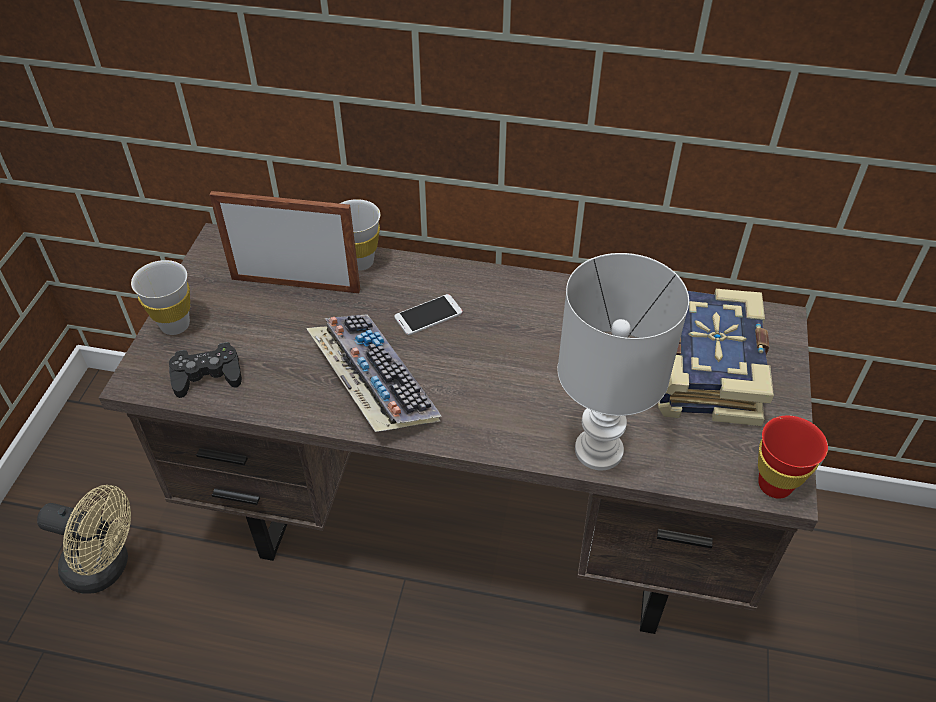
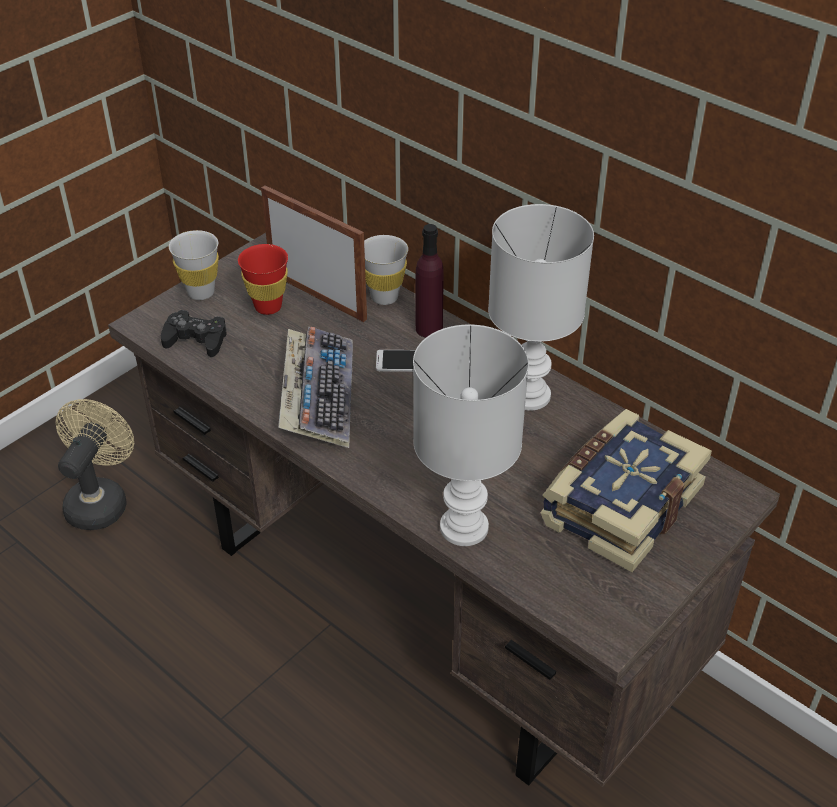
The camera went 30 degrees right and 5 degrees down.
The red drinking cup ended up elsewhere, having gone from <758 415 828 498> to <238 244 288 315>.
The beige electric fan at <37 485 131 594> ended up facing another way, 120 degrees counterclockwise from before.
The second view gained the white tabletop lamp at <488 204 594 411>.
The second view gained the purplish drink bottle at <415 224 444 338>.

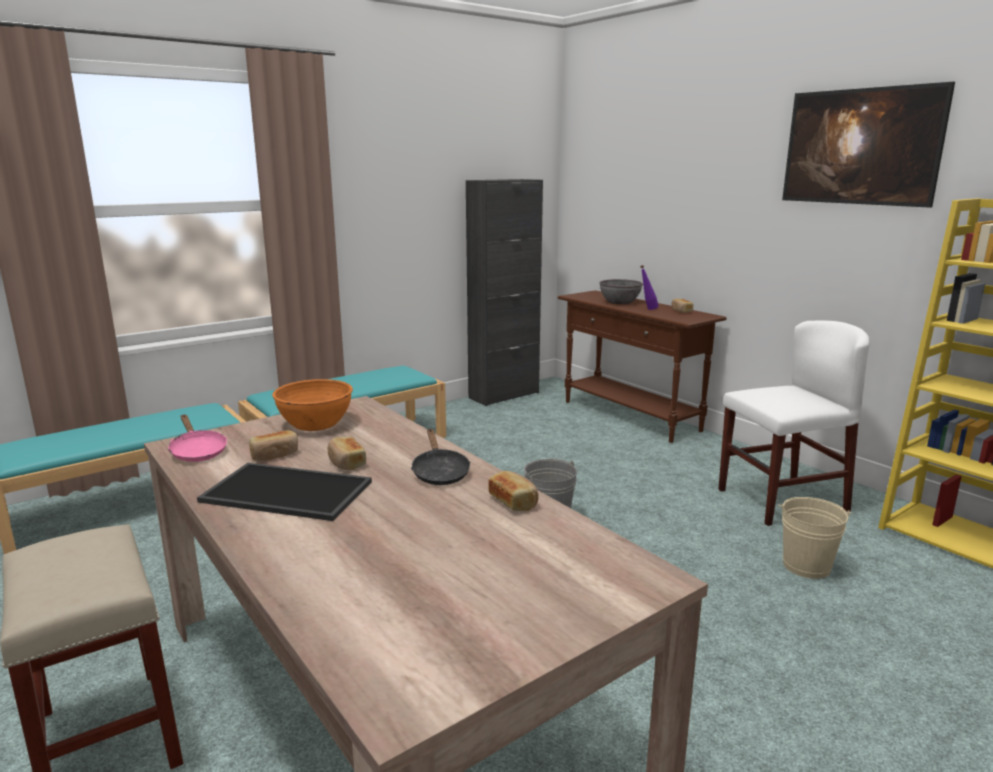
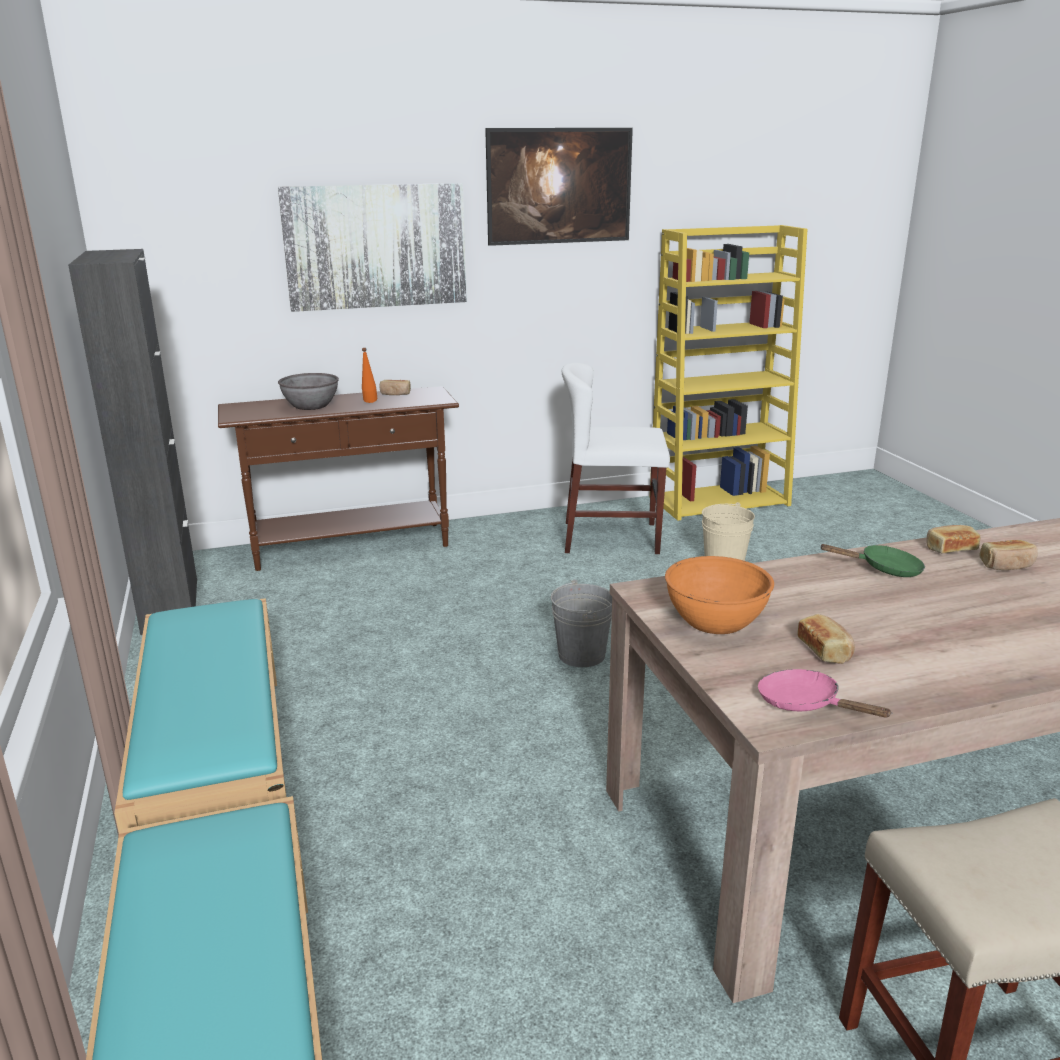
The camera went 70 degrees left and 5 degrees up.
What was the purplish drink bottle at <640 265 659 310> turned into the orangey drink bottle at <362 348 377 403>.
The white upright chair at <718 320 870 526> ended up facing another way, 90 degrees counterclockwise from before.
The pink-coloured frying pan at <168 415 227 462> ended up facing another way, 120 degrees counterclockwise from before.
What was the black frying pan at <411 429 470 485> turned into the green frying pan at <819 544 925 577>.
The baked bread ended up elsewhere, having gone from <328 437 366 471> to <979 540 1038 570>.
The second view lost the tray at <197 463 372 521>.
The second view gained the wall picture at <278 183 467 312>.

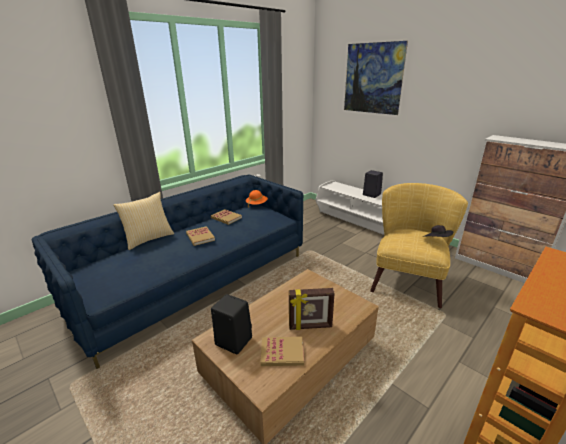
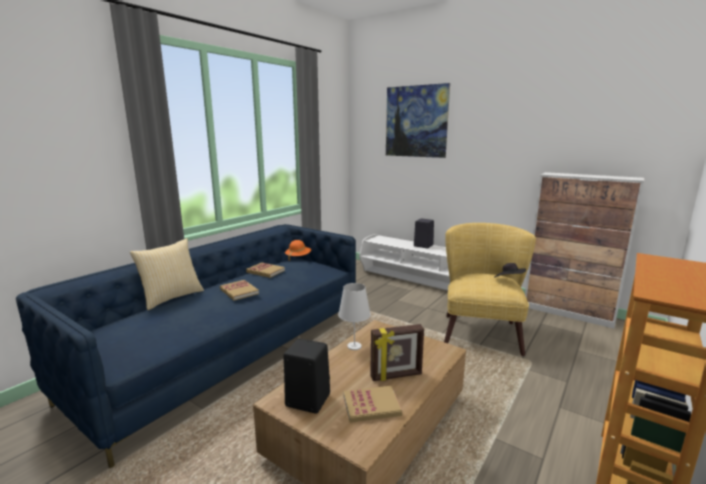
The camera went 10 degrees left and 10 degrees down.
The second view gained the white tabletop lamp at <338 283 371 350>.

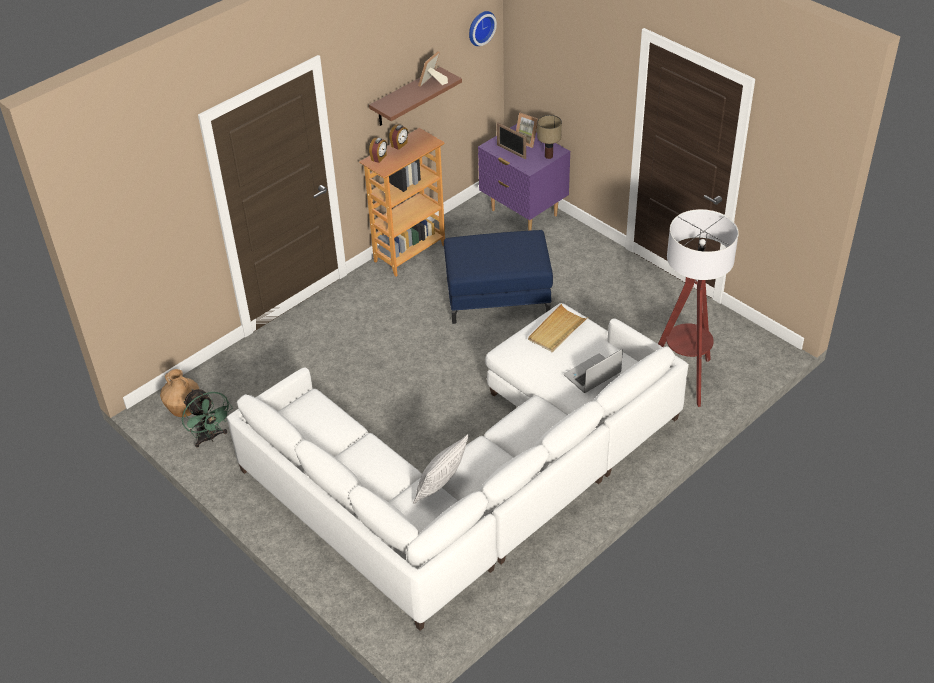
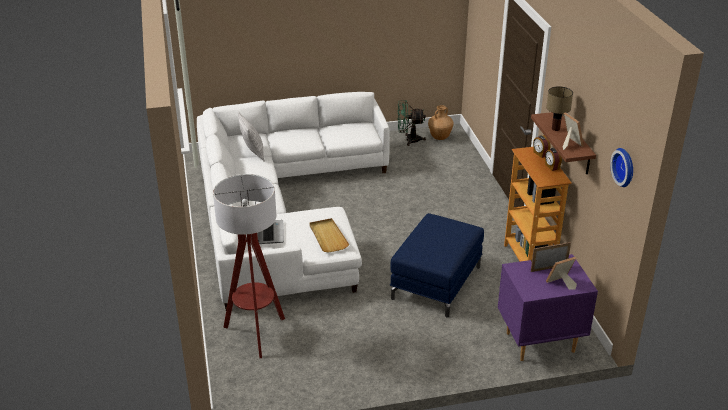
The camera went 120 degrees right and 10 degrees down.
The tabletop lamp ended up elsewhere, having gone from <537 115 562 159> to <546 86 573 131>.

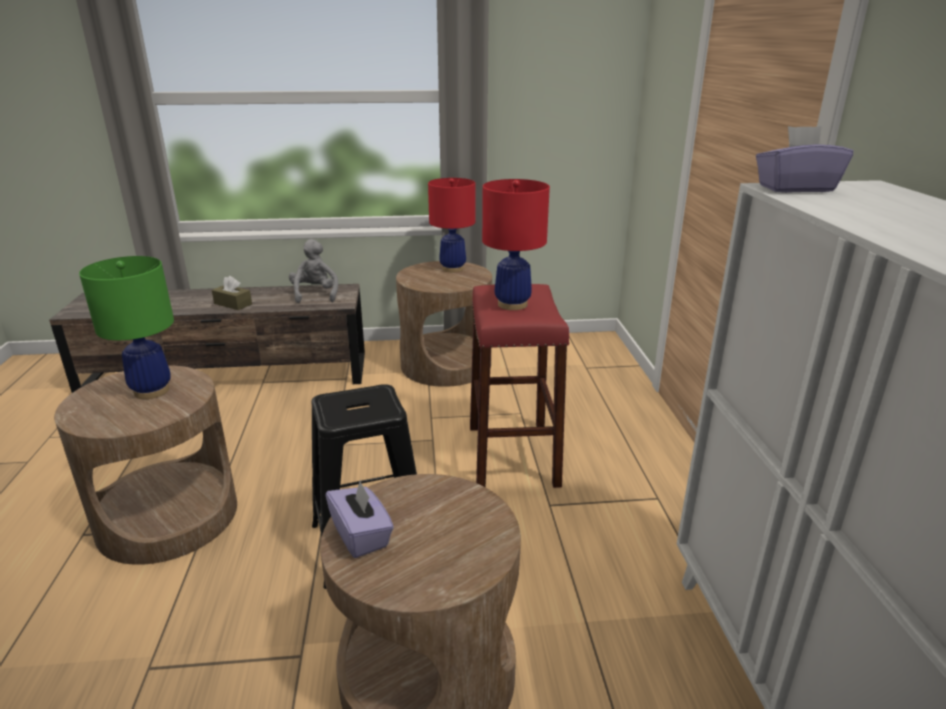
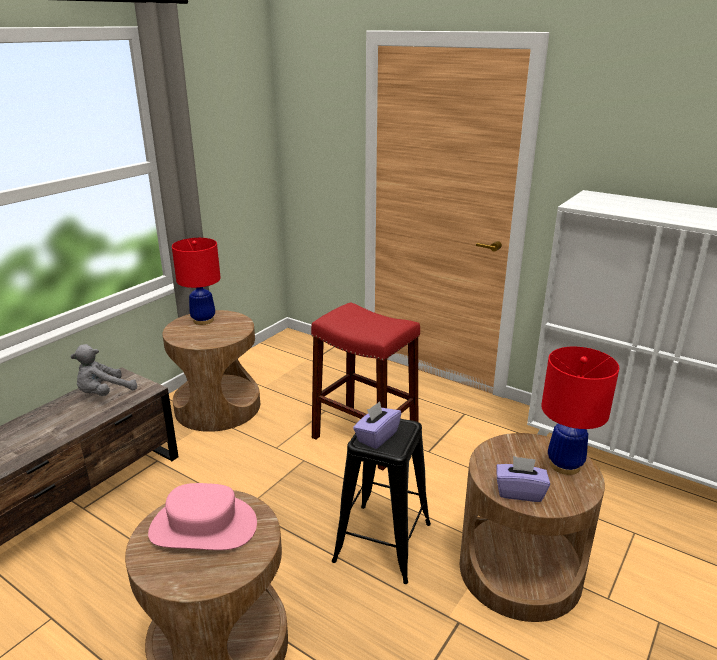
The camera went 50 degrees left and 0 degrees up.
The purplish box of tissues ended up elsewhere, having gone from <756 126 853 193> to <353 401 401 449>.
The red tabletop lamp ended up elsewhere, having gone from <482 179 550 310> to <541 347 619 475>.
The greyish cuddly toy at <289 239 338 303> ended up facing another way, 75 degrees counterclockwise from before.
Where the green tabletop lamp stood at <79 256 174 399>, the pink-coloured hat came to stand at <148 483 257 550>.
The second view lost the brown box of tissues at <212 276 252 310>.

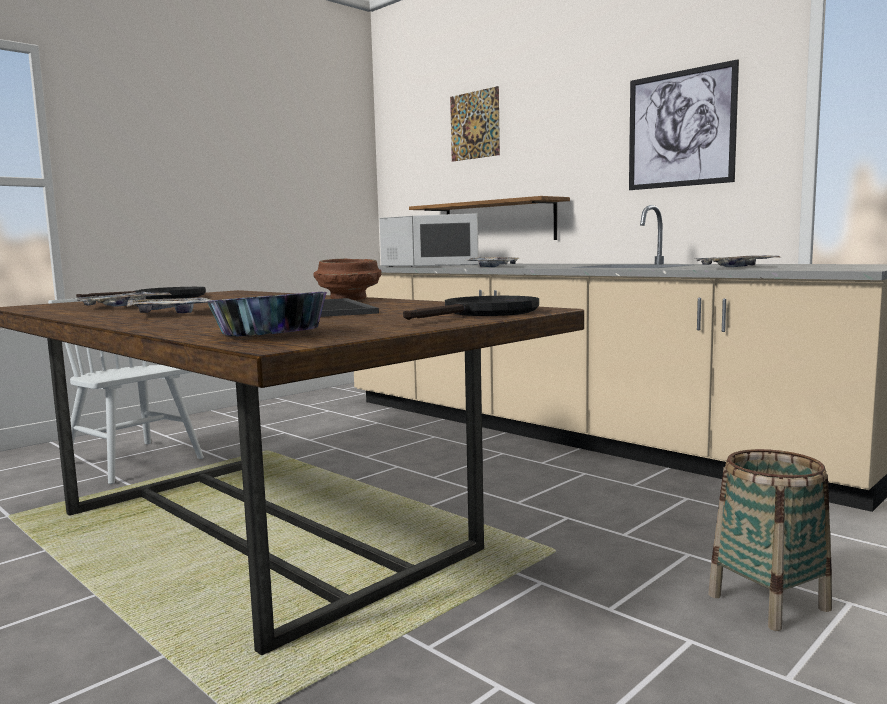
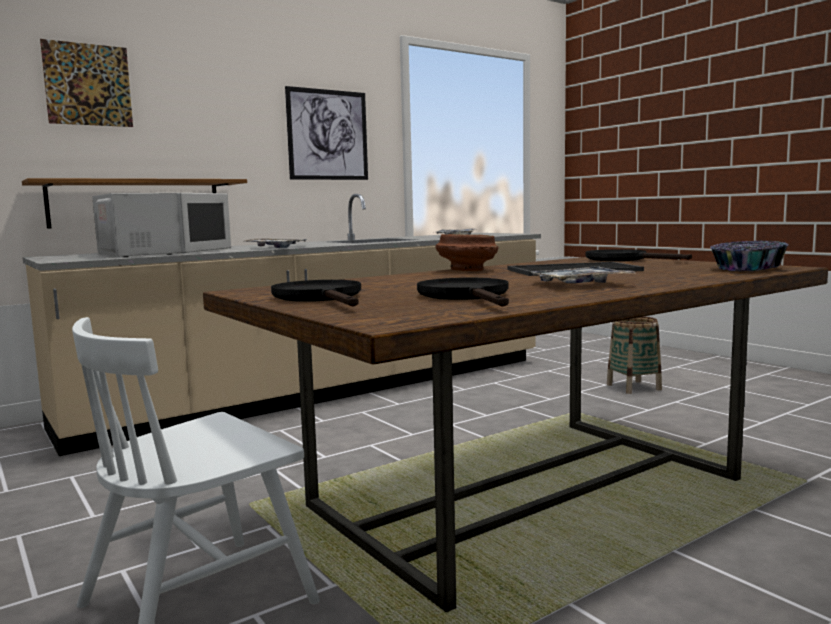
The camera went 80 degrees left and 0 degrees up.
Where the tray stood at <77 292 171 307>, the black frying pan came to stand at <417 278 509 307>.

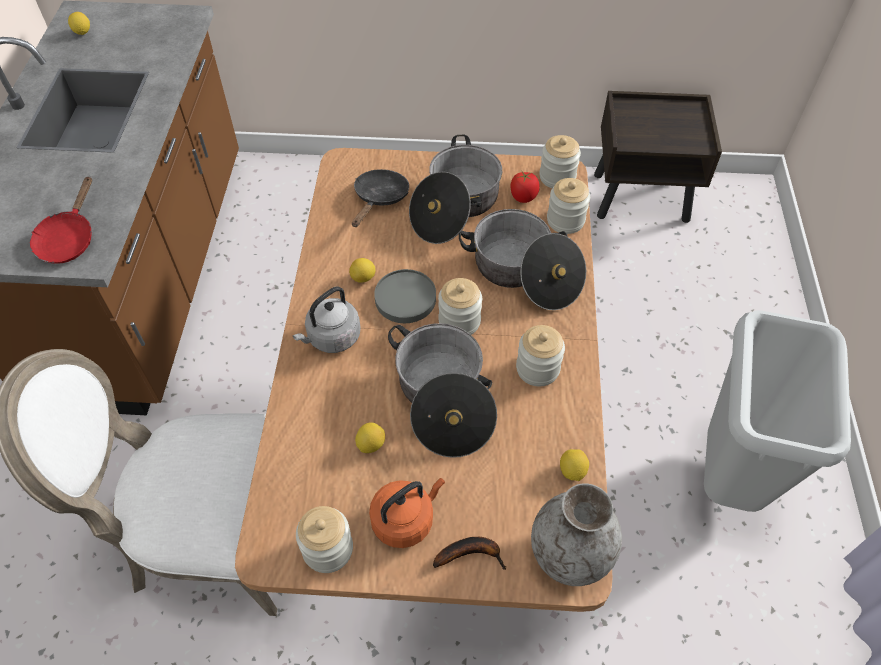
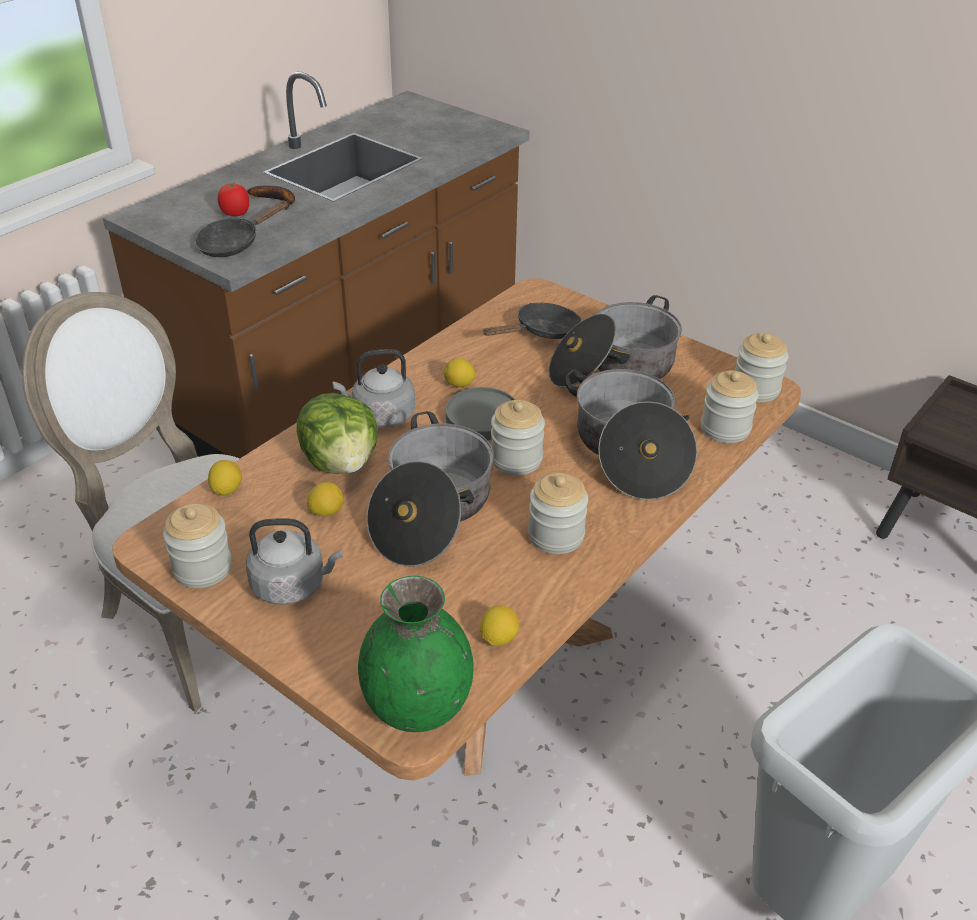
The camera went 35 degrees right and 15 degrees down.
The whole lemon ended up elsewhere, having gone from <68 12 90 35> to <208 460 242 496>.
The fresh tomato ended up elsewhere, having gone from <511 172 540 203> to <218 182 249 216>.
What was the red frying pan at <30 176 92 264> turned into the black frying pan at <195 201 288 257>.
What was the orangey water kettle at <369 478 445 548> turned into the greyish water kettle at <246 518 343 605>.
What was the greyish decorative vase at <531 483 622 586> turned into the green decorative vase at <358 576 474 732>.
The banana ended up elsewhere, having gone from <433 537 507 570> to <247 186 295 210>.
The second view gained the lettuce at <297 393 378 474>.

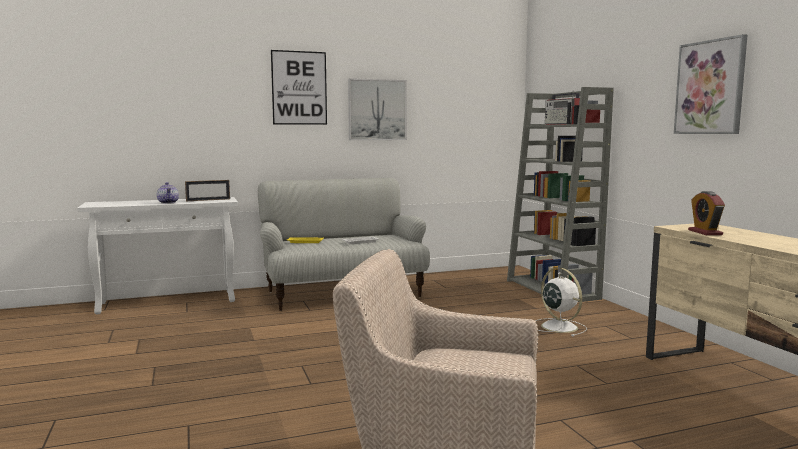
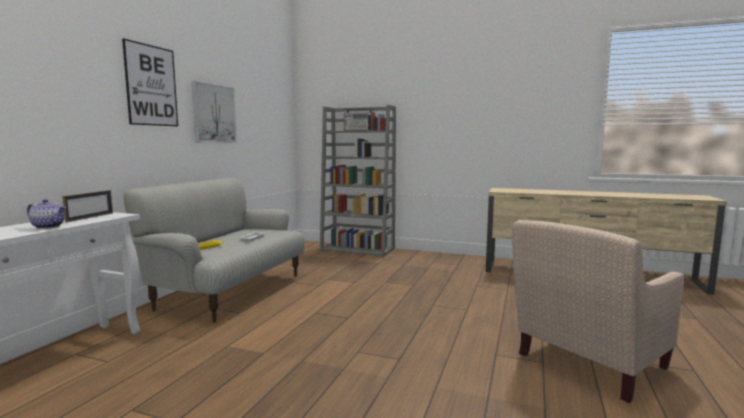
The camera went 50 degrees left and 0 degrees up.
The second view lost the wall picture at <674 34 747 134>.
The second view lost the table clock at <688 191 725 235>.
The second view lost the white electric fan at <535 268 587 337>.

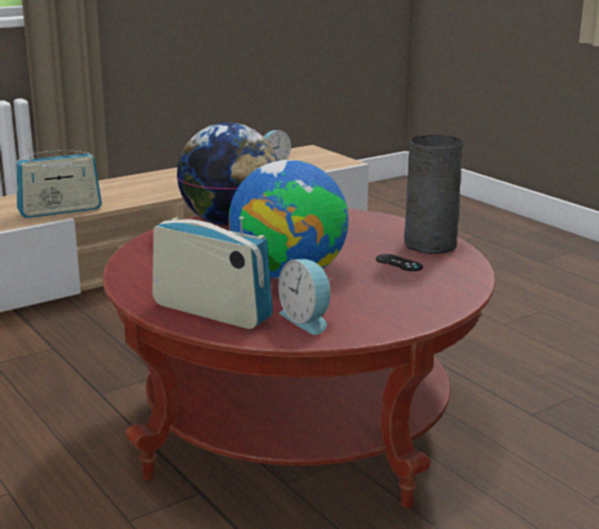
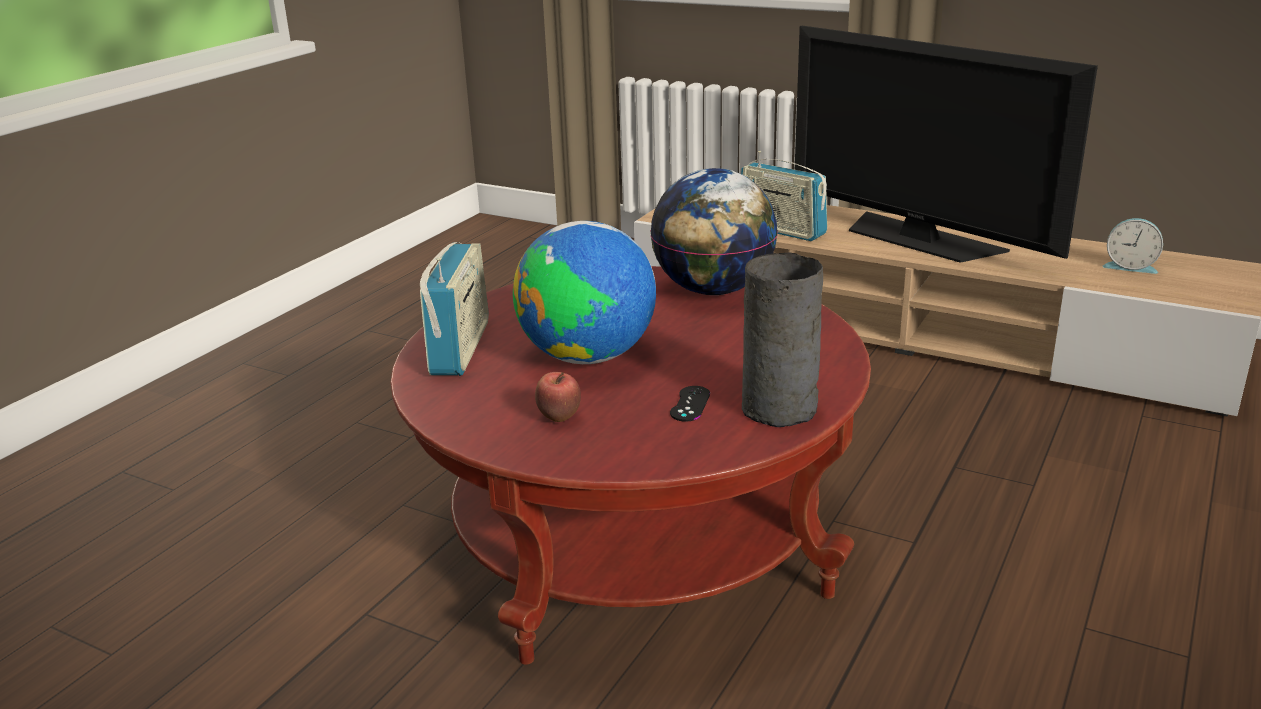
The camera went 65 degrees right and 5 degrees up.
The second view lost the table clock at <278 259 332 335>.
The second view gained the TV set at <795 26 1098 263>.
The second view gained the apple at <535 372 581 422>.

